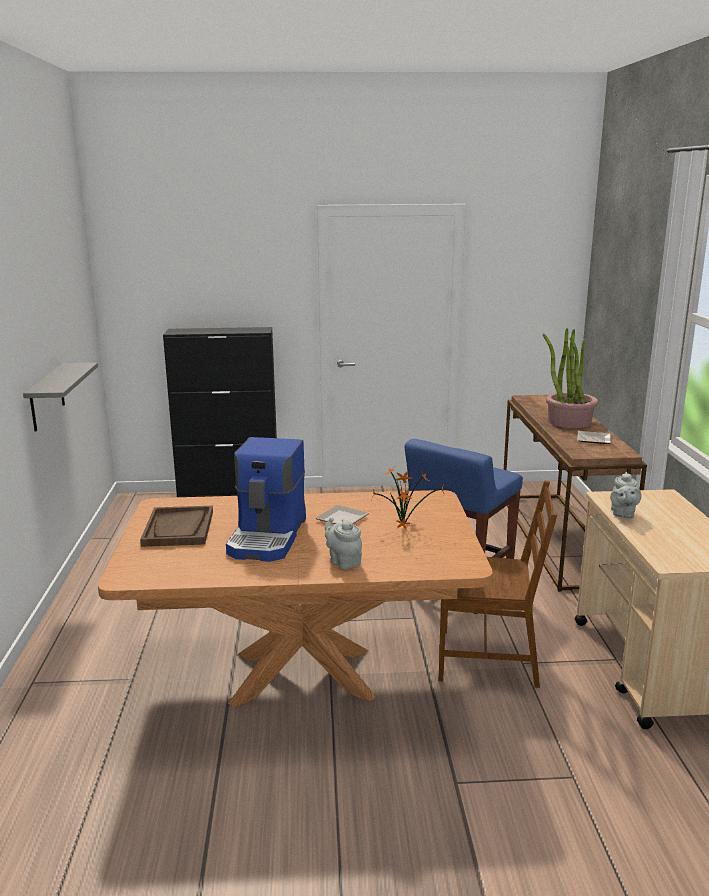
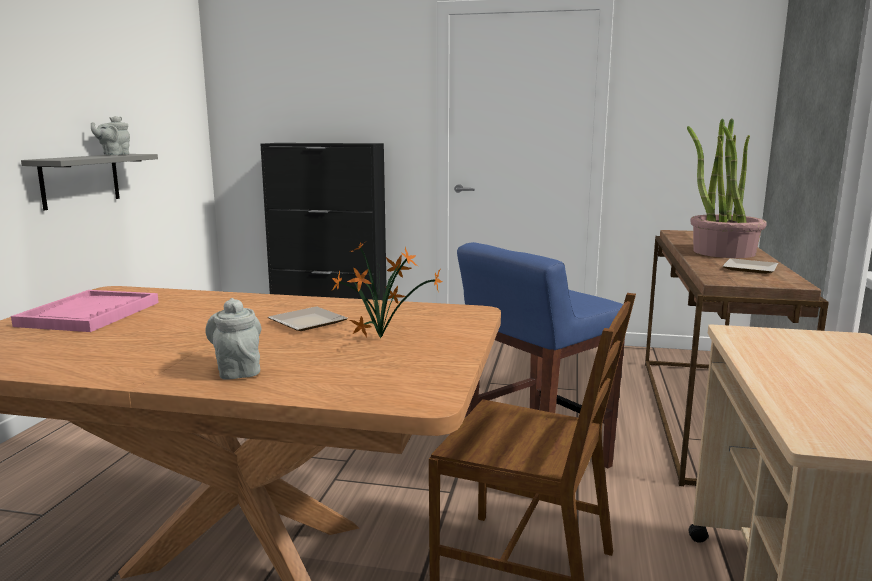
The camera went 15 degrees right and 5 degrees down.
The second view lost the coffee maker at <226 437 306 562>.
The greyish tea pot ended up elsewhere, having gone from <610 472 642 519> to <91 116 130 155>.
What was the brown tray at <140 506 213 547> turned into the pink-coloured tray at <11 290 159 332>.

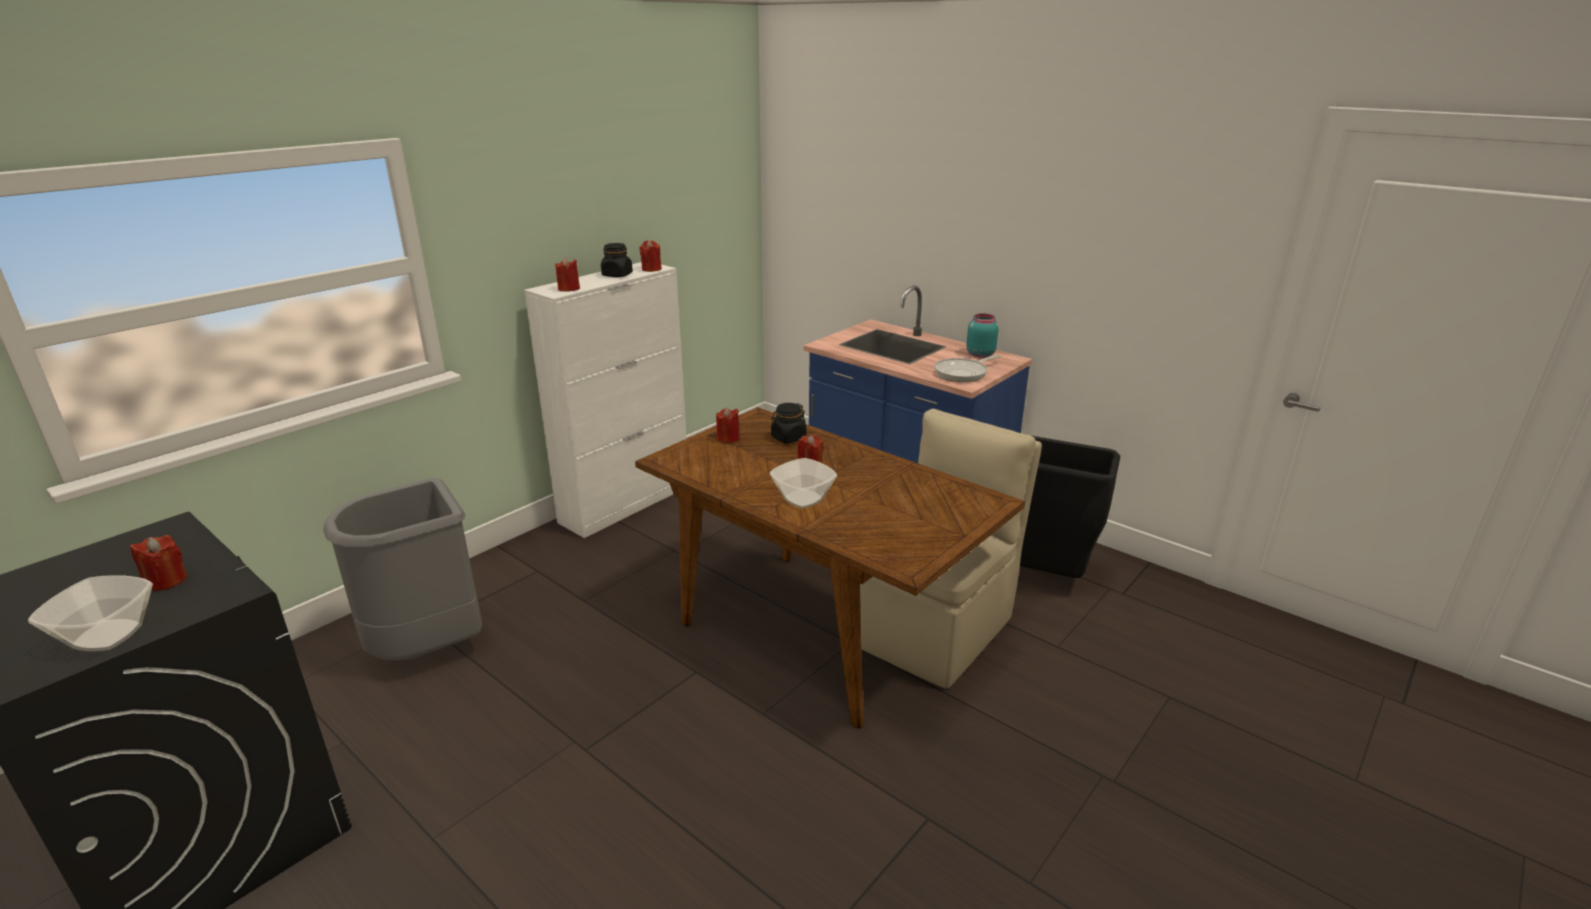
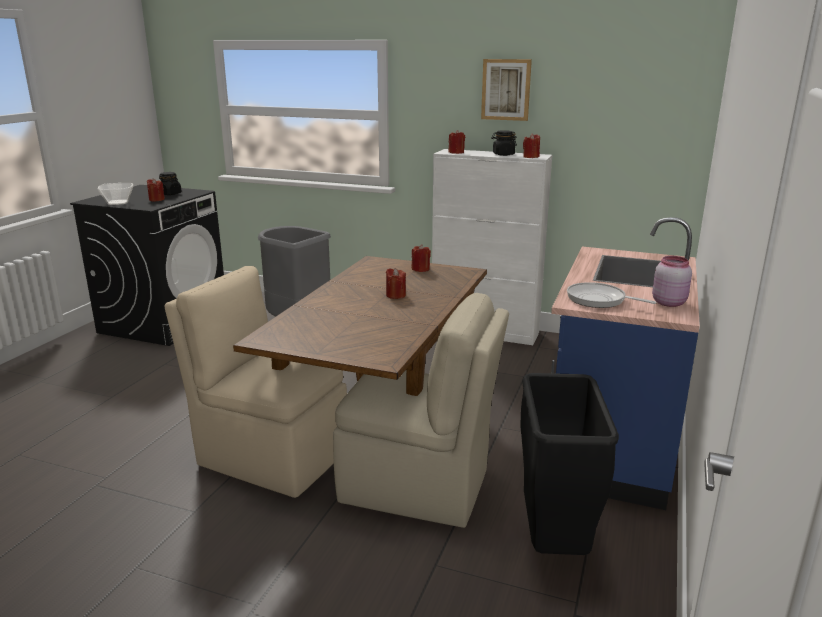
The camera went 70 degrees right and 5 degrees down.
What was the blue-green storage jar at <966 314 999 358> turned into the pink-coloured storage jar at <652 256 692 307>.
The black storage jar ended up elsewhere, having gone from <771 403 806 444> to <159 172 182 195>.
The second view lost the serving bowl at <770 458 837 508>.
The second view gained the wall picture at <481 59 532 121>.
The second view gained the beige upright chair at <164 266 347 498>.

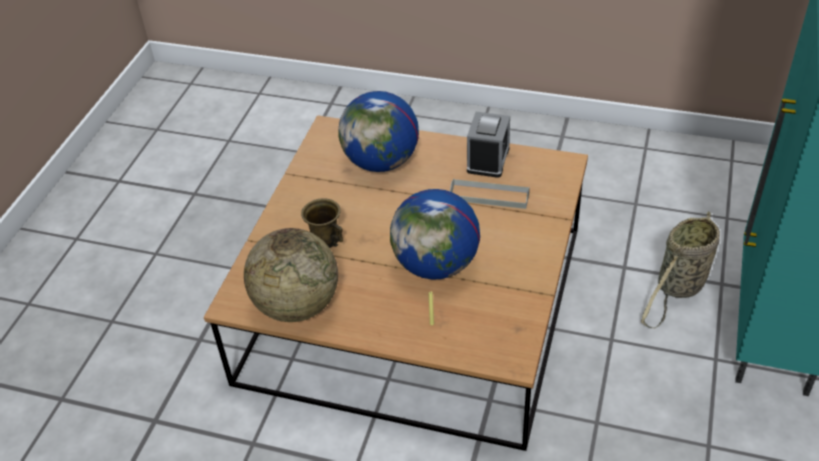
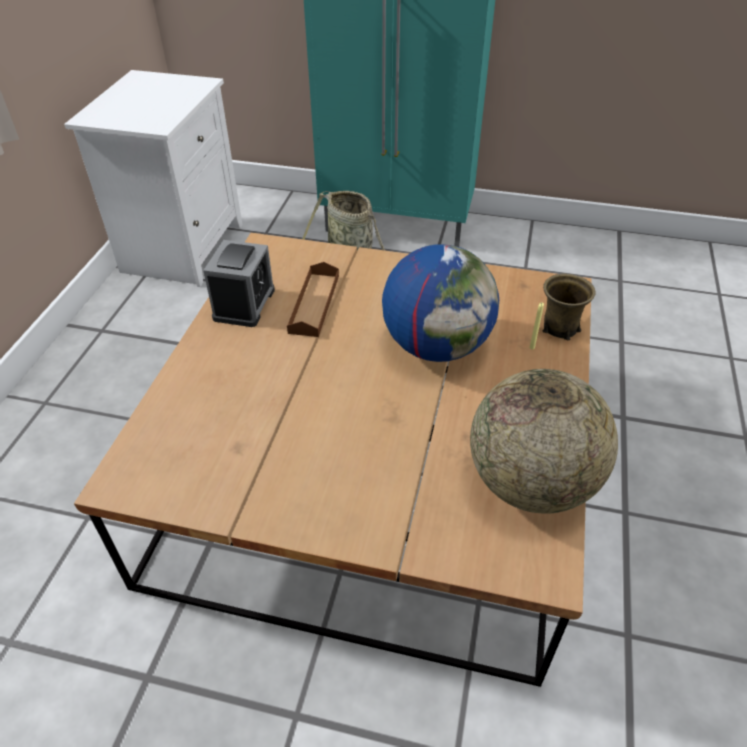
The camera went 95 degrees left and 0 degrees up.
The second view lost the globe at <338 91 419 172>.
The table clock at <467 112 510 178> ended up facing another way, 90 degrees clockwise from before.
What was the greyish tray at <450 179 530 209> turned into the brown tray at <287 262 339 337>.
The brown mug ended up elsewhere, having gone from <301 198 343 248> to <543 274 596 340>.
The second view gained the white night table at <64 70 242 287>.

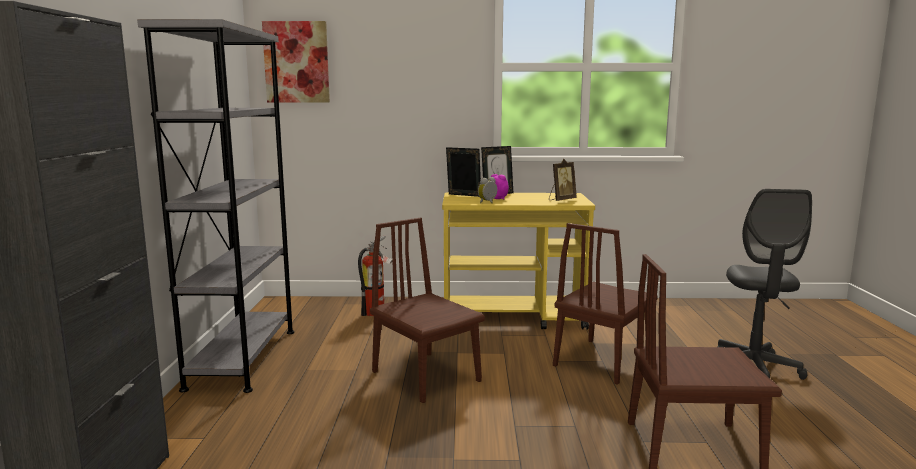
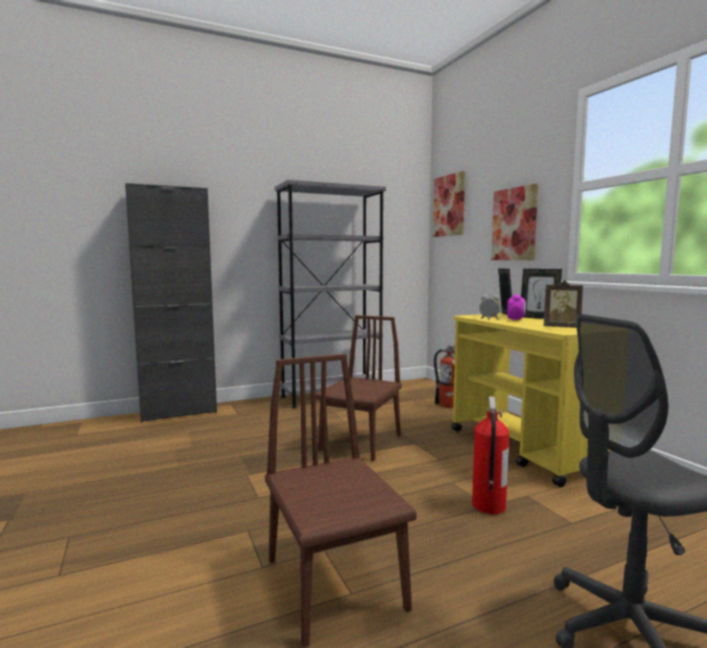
The camera went 65 degrees right and 5 degrees down.
Where the brown upright chair stood at <553 223 658 385>, the fire-fighting cylinder came to stand at <472 396 509 514>.
The second view gained the wall picture at <491 184 538 260>.

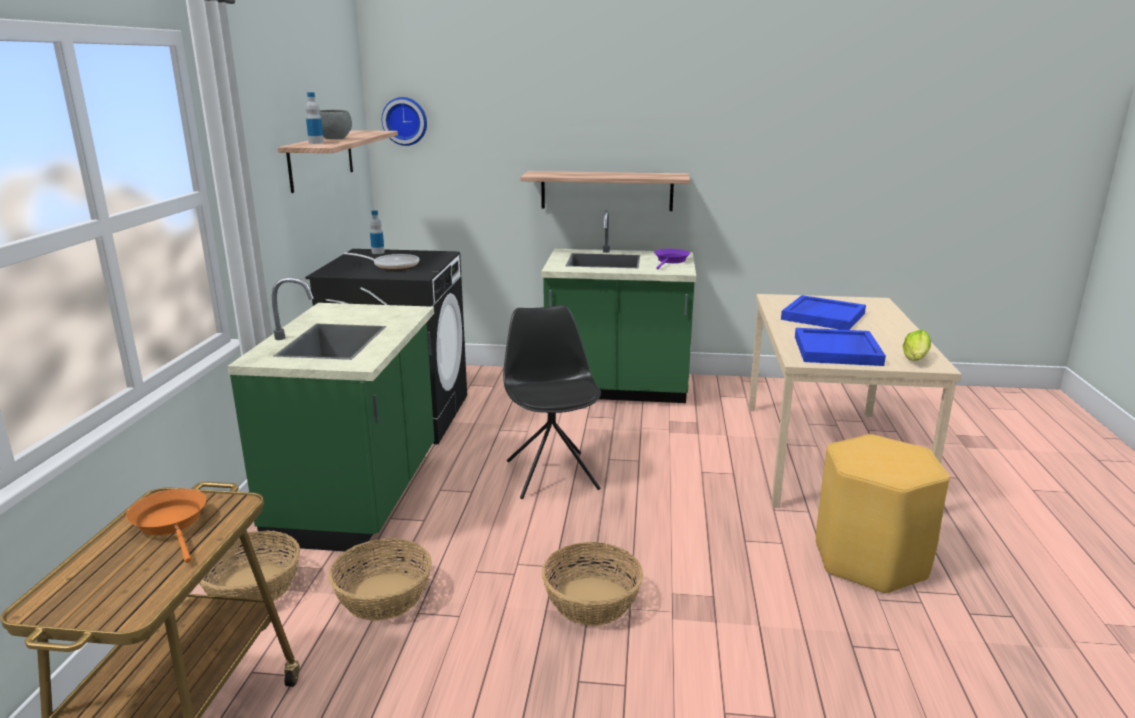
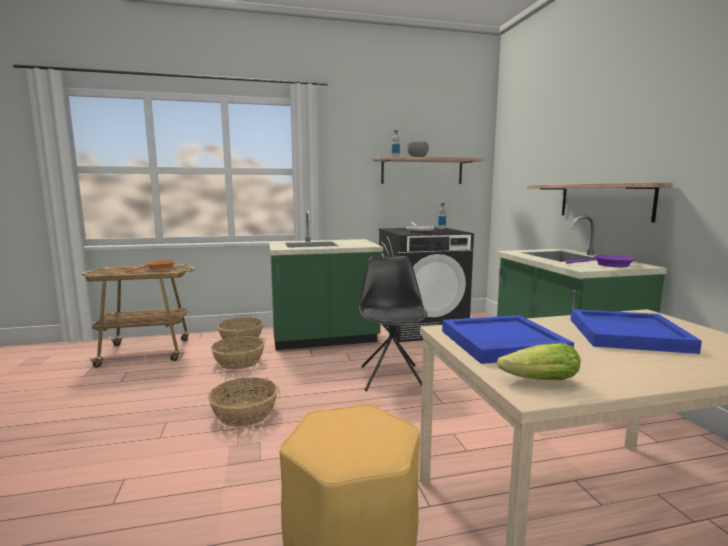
The camera went 70 degrees right and 10 degrees down.
The second view lost the clock on the wall at <382 97 427 146>.
The black upright chair at <503 305 601 499> ended up facing another way, 60 degrees counterclockwise from before.

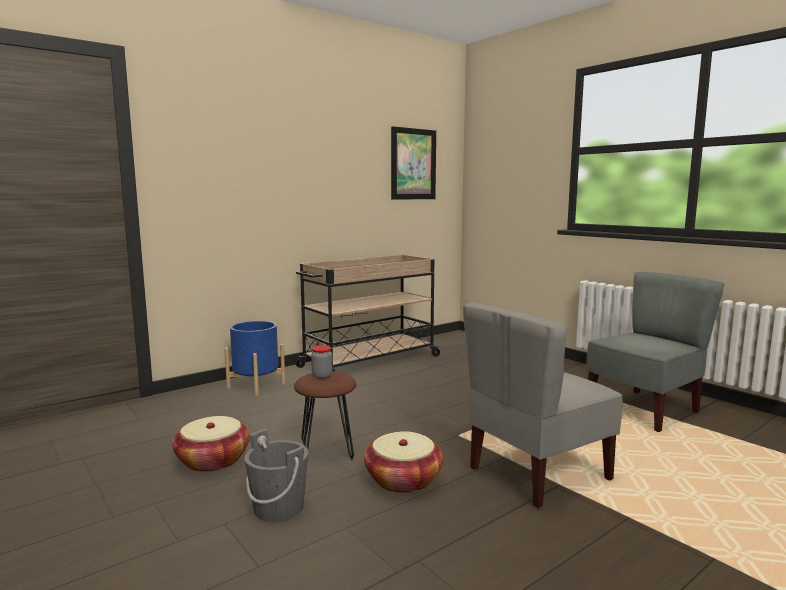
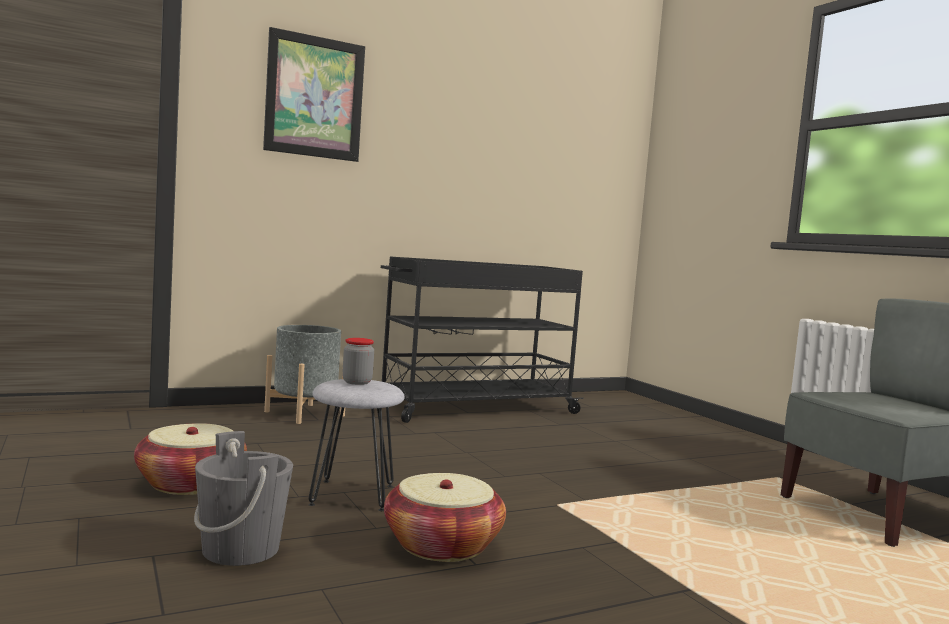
The camera went 10 degrees right and 5 degrees down.
The wall picture ended up elsewhere, having gone from <391 126 436 200> to <263 27 365 162>.
What was the beige trolley at <296 255 442 372> turned into the black trolley at <381 257 584 423>.
The second view lost the greyish upright chair at <463 303 622 508>.
What was the bluish flower pot at <224 321 285 396> turned into the greyish flower pot at <264 325 345 424>.
What was the brown stool at <294 372 356 461> turned into the greyish stool at <308 379 405 511>.

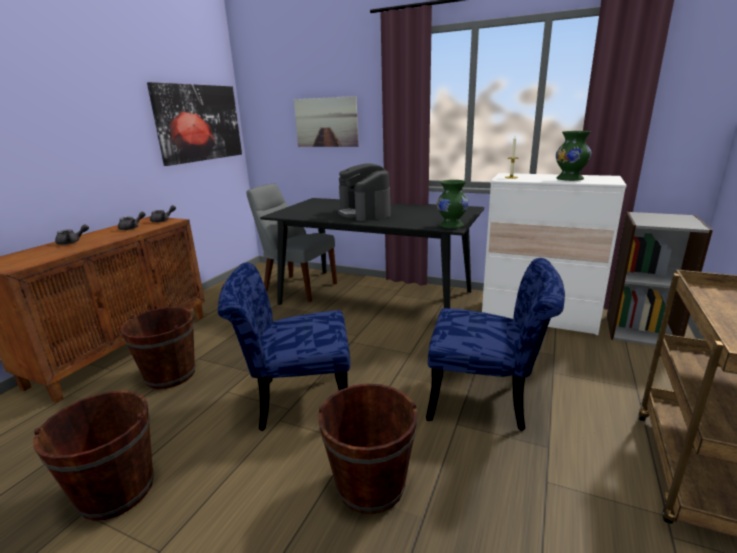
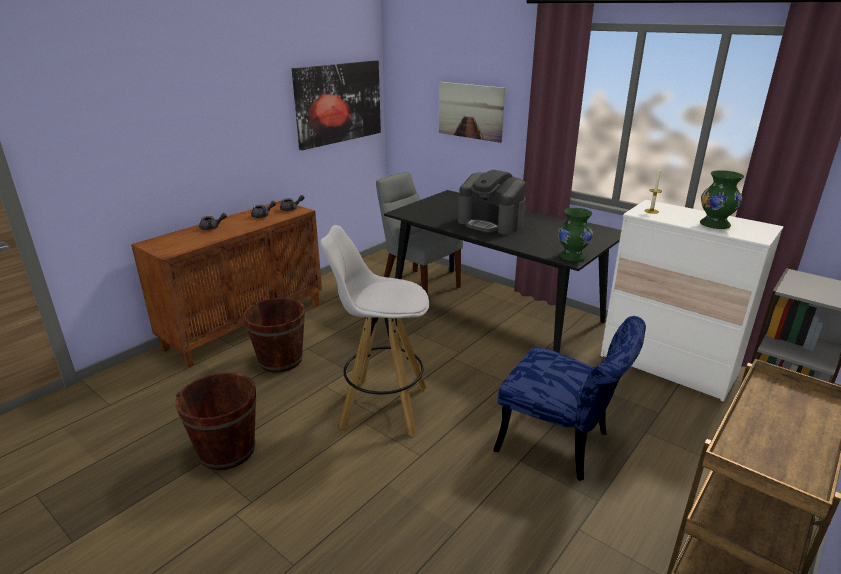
The camera went 15 degrees right and 5 degrees up.
The coffee maker at <338 164 391 221> ended up facing another way, 45 degrees counterclockwise from before.
Where the bluish upright chair stood at <218 262 350 431>, the white stool came to stand at <320 225 429 436>.
The second view lost the brown pail at <318 384 417 514>.

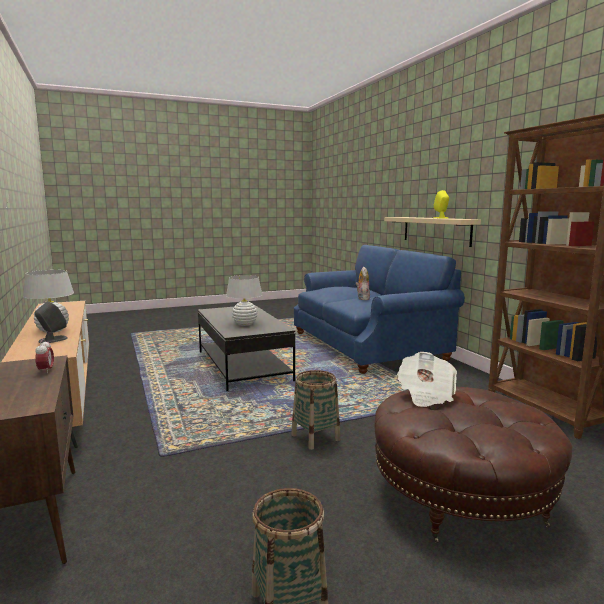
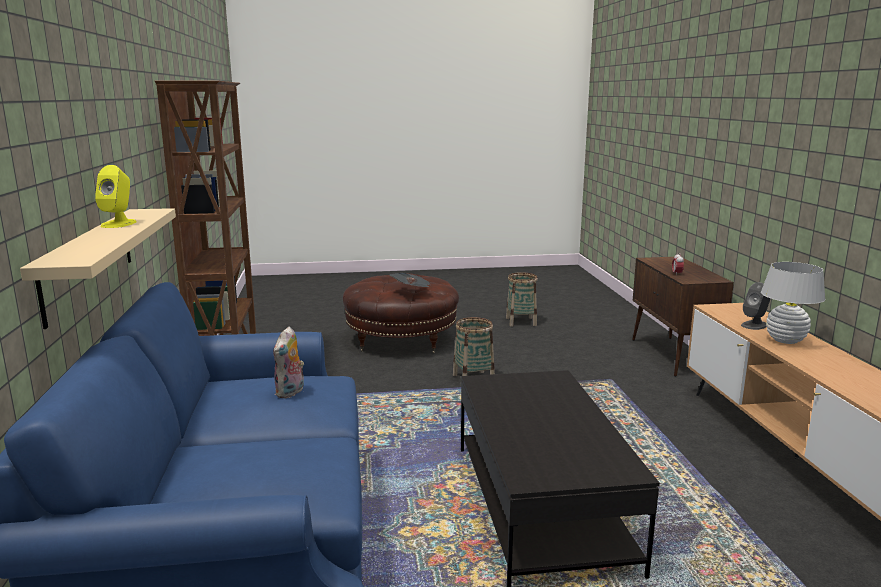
The camera went 165 degrees left and 5 degrees up.
The second view lost the white tabletop lamp at <226 275 262 326>.

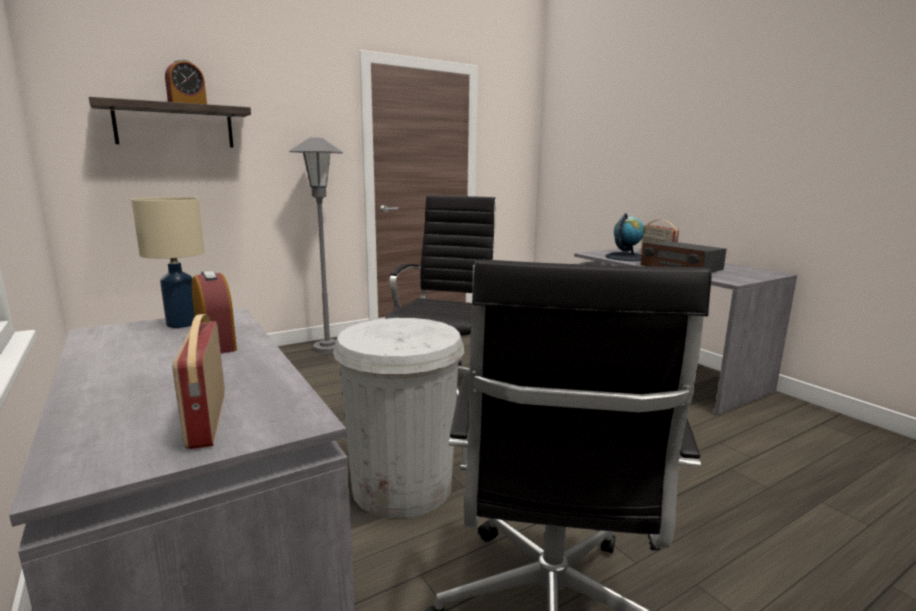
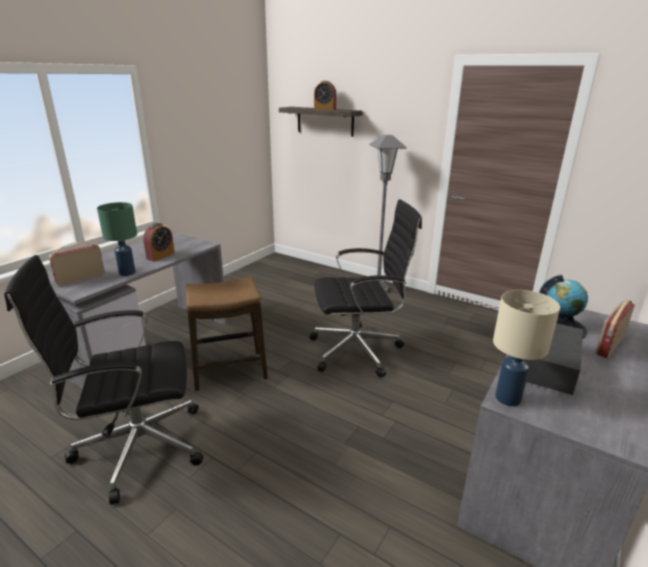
The camera went 65 degrees right and 10 degrees up.
The beige tabletop lamp ended up elsewhere, having gone from <131 197 205 328> to <493 290 560 406>.
Where the white trash can stood at <333 318 464 518>, the stool came to stand at <186 277 268 391>.
The second view gained the green tabletop lamp at <97 202 137 276>.

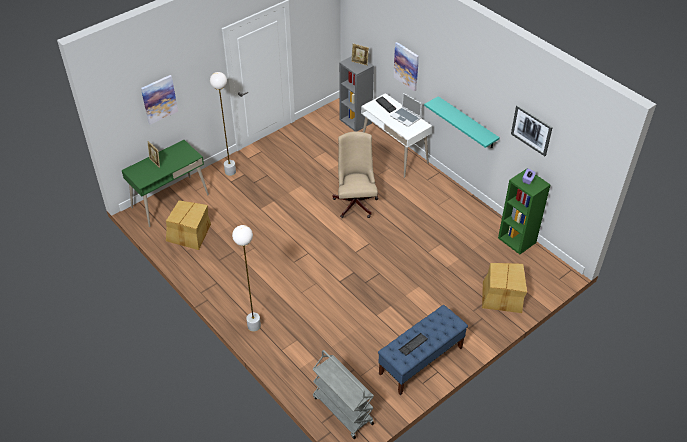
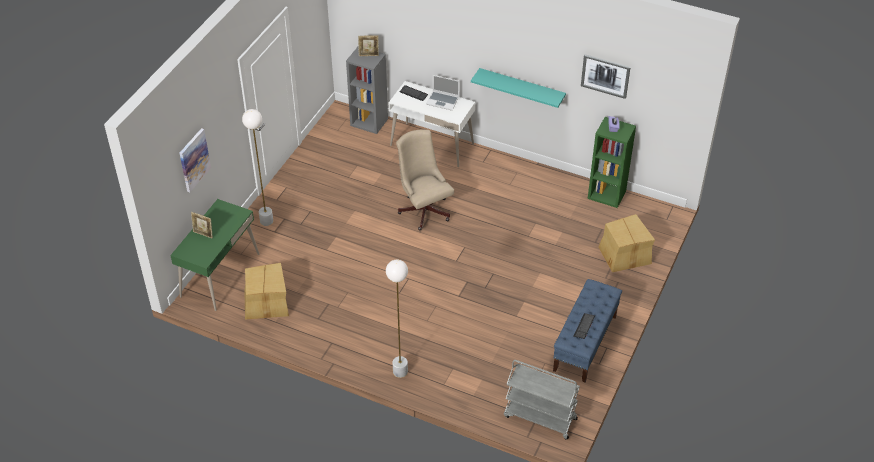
The camera went 25 degrees left and 0 degrees up.
The second view lost the wall picture at <393 42 419 92>.

